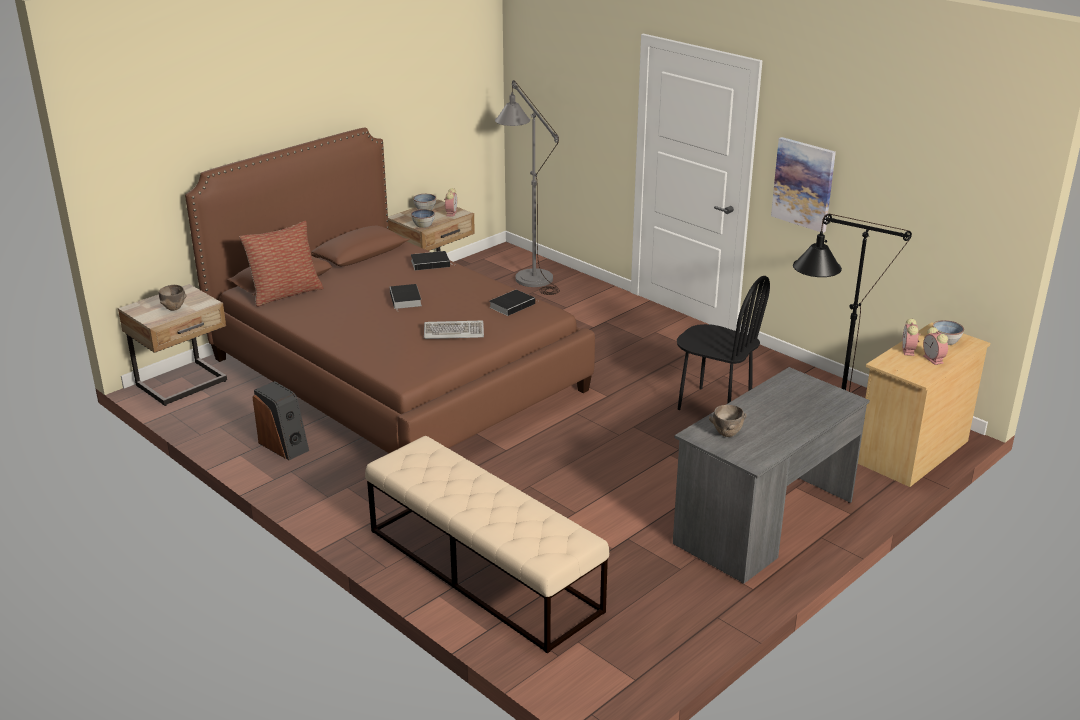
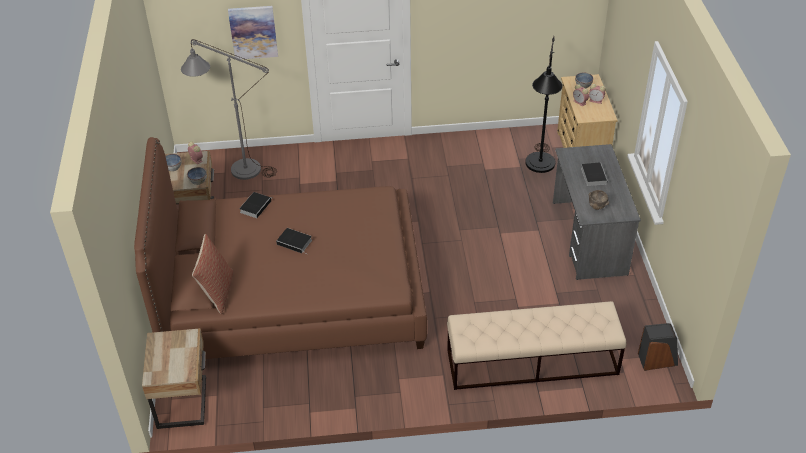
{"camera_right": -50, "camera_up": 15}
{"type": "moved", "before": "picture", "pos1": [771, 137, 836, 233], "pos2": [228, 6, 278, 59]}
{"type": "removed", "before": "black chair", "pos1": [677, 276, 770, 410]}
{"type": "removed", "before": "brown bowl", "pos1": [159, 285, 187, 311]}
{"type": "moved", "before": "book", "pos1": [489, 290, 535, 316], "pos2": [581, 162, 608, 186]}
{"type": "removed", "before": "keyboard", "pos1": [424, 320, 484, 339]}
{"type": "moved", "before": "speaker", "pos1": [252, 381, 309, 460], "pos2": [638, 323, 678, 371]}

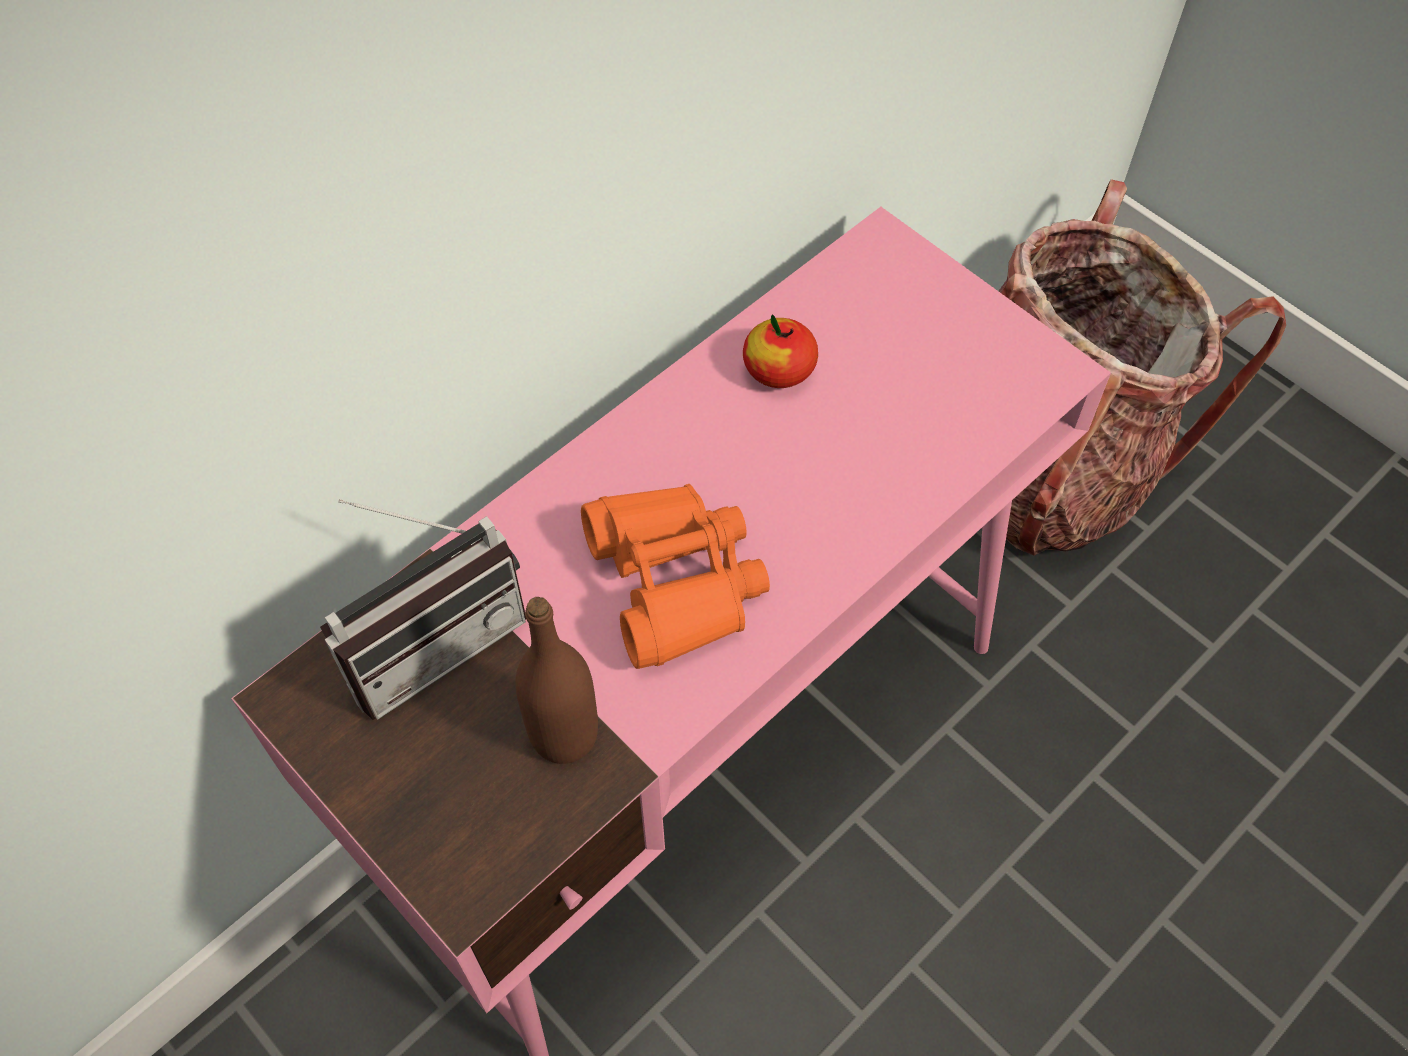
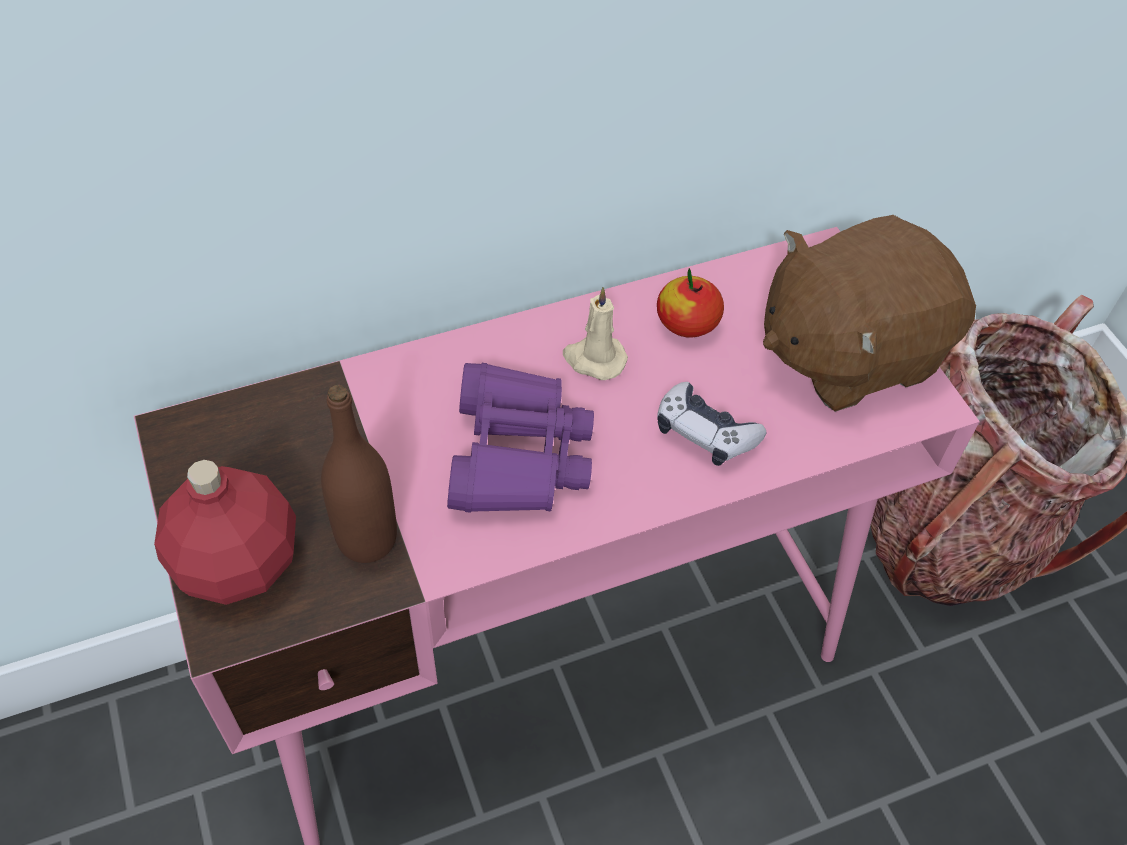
{"camera_right": 20, "camera_up": -5}
{"type": "recoloured", "before": "orange binoculars", "after": "purple binoculars", "pos1": [581, 484, 770, 669], "pos2": [447, 363, 594, 513]}
{"type": "removed", "before": "radio", "pos1": [320, 499, 526, 720]}
{"type": "added", "after": "brown plush toy", "pos2": [763, 215, 976, 412]}
{"type": "added", "after": "beige candle", "pos2": [563, 287, 628, 380]}
{"type": "added", "after": "game controller", "pos2": [657, 382, 766, 466]}
{"type": "added", "after": "red bottle", "pos2": [154, 460, 296, 605]}

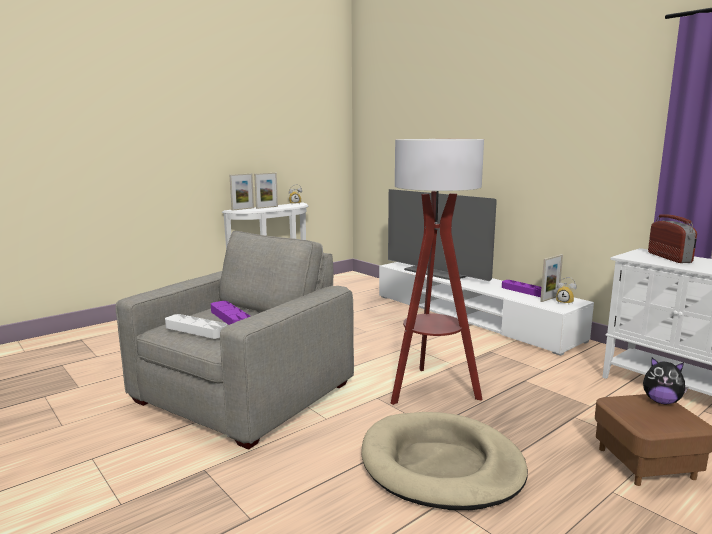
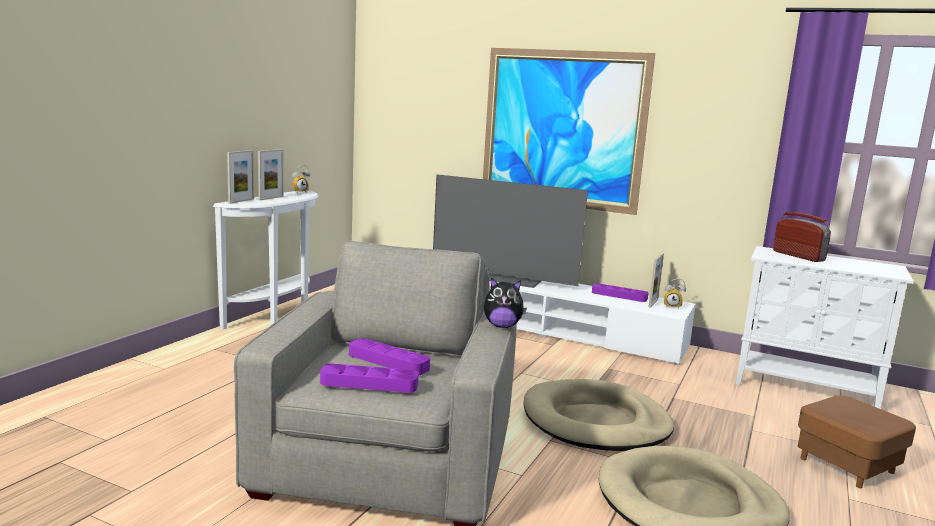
{"camera_right": -25, "camera_up": 0}
{"type": "replaced", "before": "floor lamp", "after": "beige dog bed", "pos1": [391, 139, 484, 405], "pos2": [523, 379, 674, 451]}
{"type": "recoloured", "before": "white tray", "after": "purple tray", "pos1": [165, 314, 227, 339], "pos2": [320, 363, 419, 393]}
{"type": "moved", "before": "plush toy", "pos1": [643, 357, 688, 404], "pos2": [484, 278, 527, 328]}
{"type": "added", "after": "picture", "pos2": [483, 48, 655, 215]}

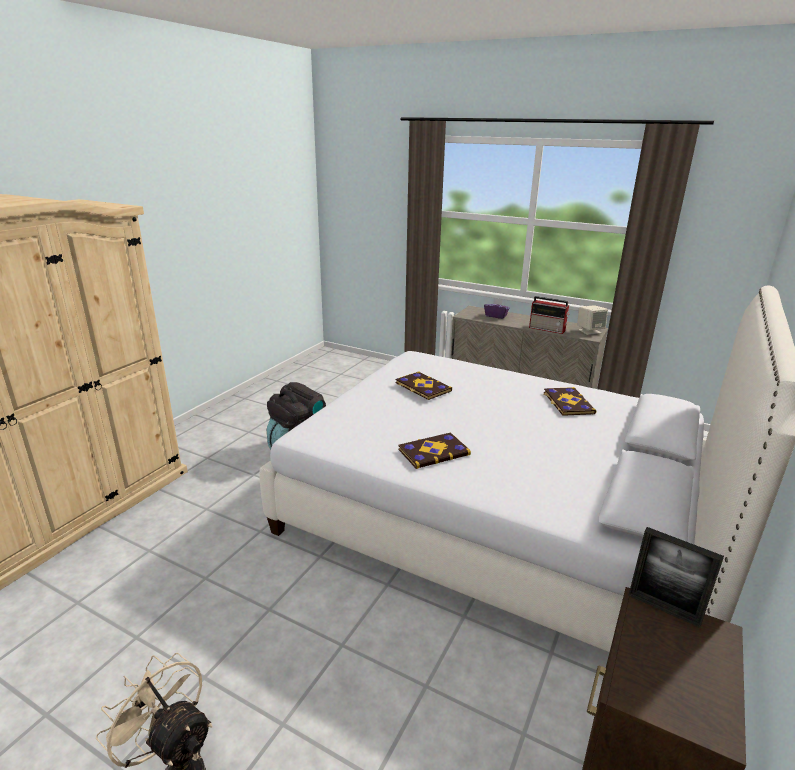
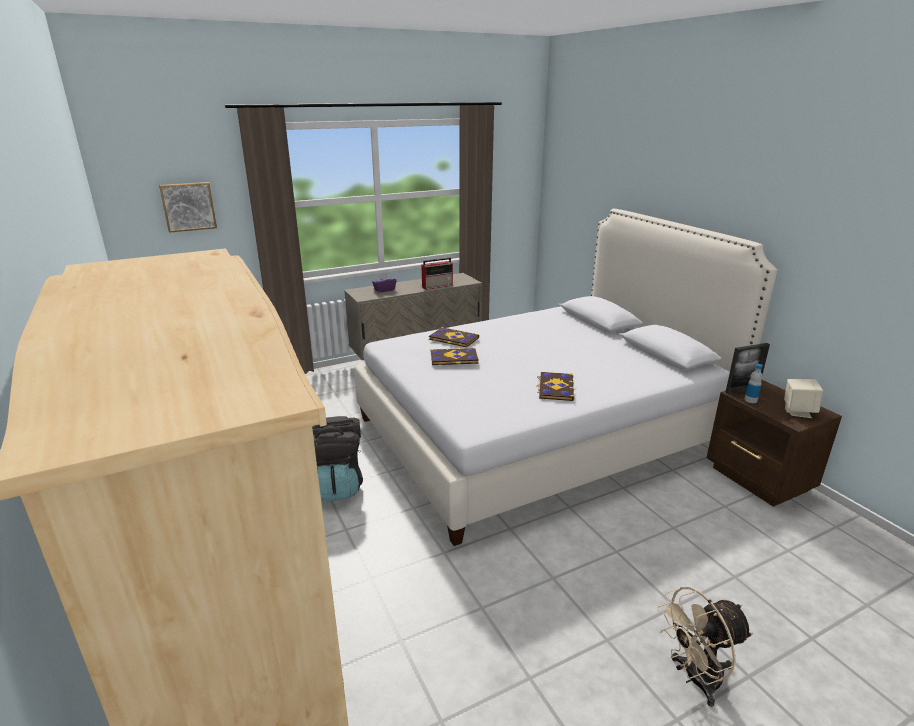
{"camera_right": -55, "camera_up": 0}
{"type": "moved", "before": "beige speaker", "pos1": [577, 305, 608, 335], "pos2": [784, 379, 823, 418]}
{"type": "moved", "before": "book", "pos1": [543, 387, 596, 416], "pos2": [429, 327, 479, 347]}
{"type": "added", "after": "picture", "pos2": [159, 182, 217, 233]}
{"type": "added", "after": "bottle", "pos2": [744, 364, 763, 403]}

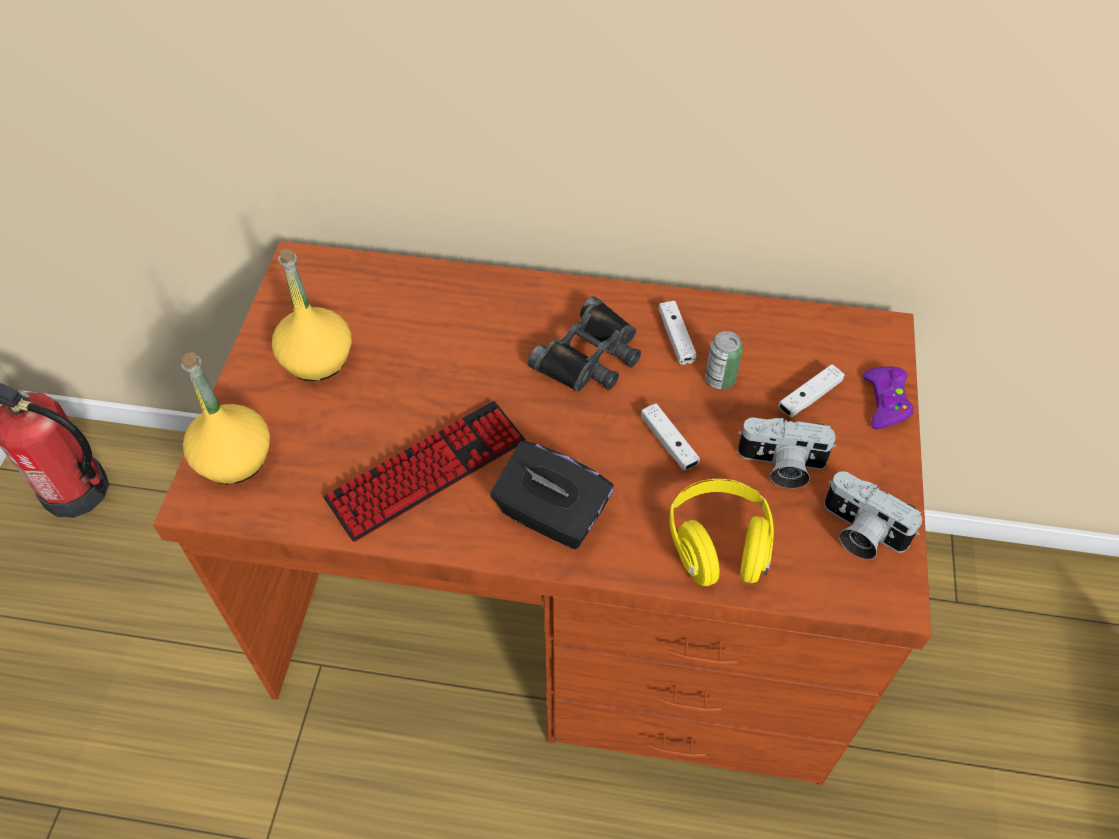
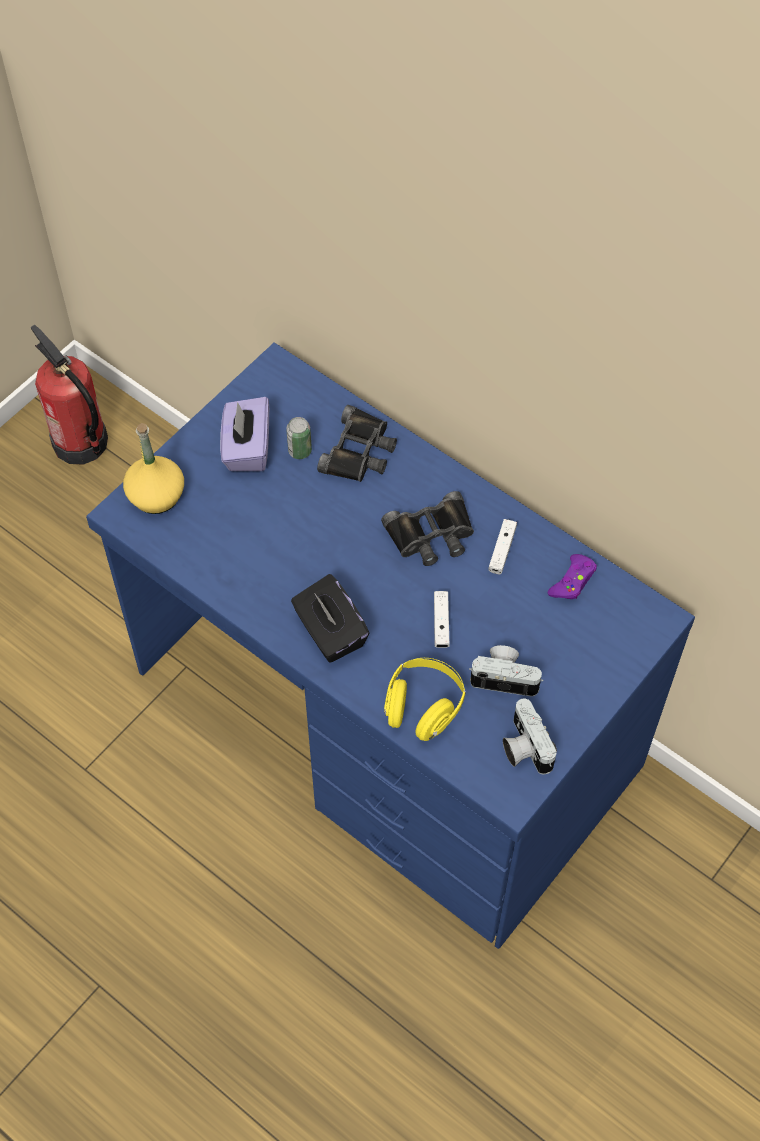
{"camera_right": 30, "camera_up": 5}
{"type": "recoloured", "before": "brown desk", "after": "blue desk", "pos1": [153, 241, 931, 785], "pos2": [86, 343, 695, 949]}
{"type": "replaced", "before": "yellow bottle", "after": "purple tissue box", "pos1": [272, 249, 351, 381], "pos2": [220, 397, 269, 471]}
{"type": "moved", "before": "can", "pos1": [705, 331, 743, 389], "pos2": [286, 417, 312, 459]}
{"type": "removed", "before": "white game controller", "pos1": [778, 364, 845, 417]}
{"type": "moved", "before": "purple game controller", "pos1": [862, 367, 913, 430], "pos2": [548, 554, 597, 599]}
{"type": "removed", "before": "keyboard", "pos1": [323, 401, 526, 542]}
{"type": "turned", "before": "photo camera", "pos1": [737, 417, 836, 489], "pos2": [469, 645, 544, 697], "turn": 150}
{"type": "added", "after": "black binoculars", "pos2": [317, 405, 397, 482]}

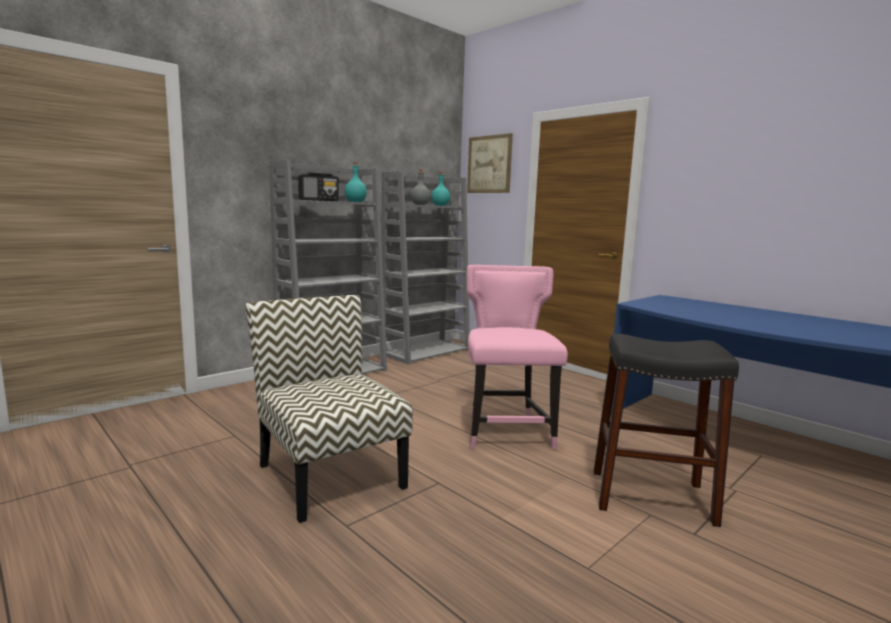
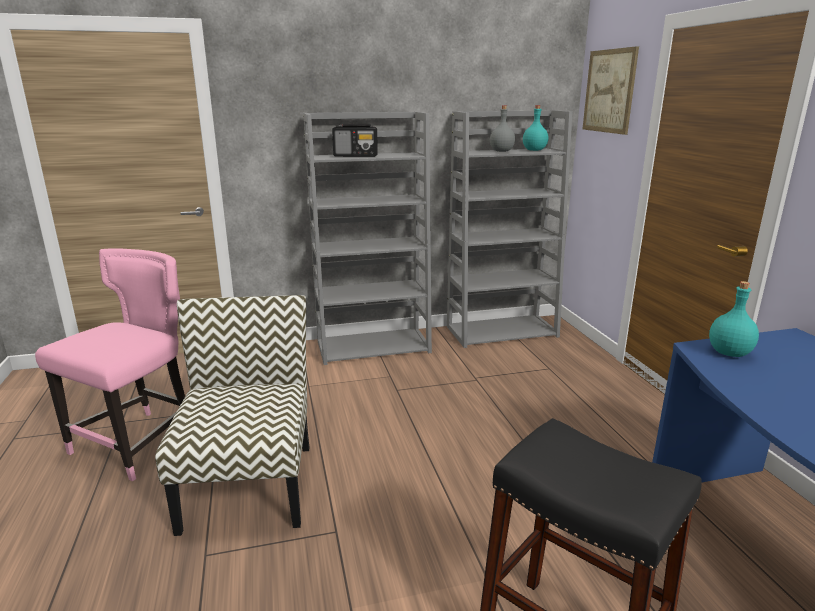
{"camera_right": 30, "camera_up": 10}
{"type": "moved", "before": "turquoise bottle", "pos1": [345, 162, 367, 202], "pos2": [709, 281, 759, 357]}
{"type": "moved", "before": "pink chair", "pos1": [467, 265, 568, 449], "pos2": [35, 248, 185, 481]}

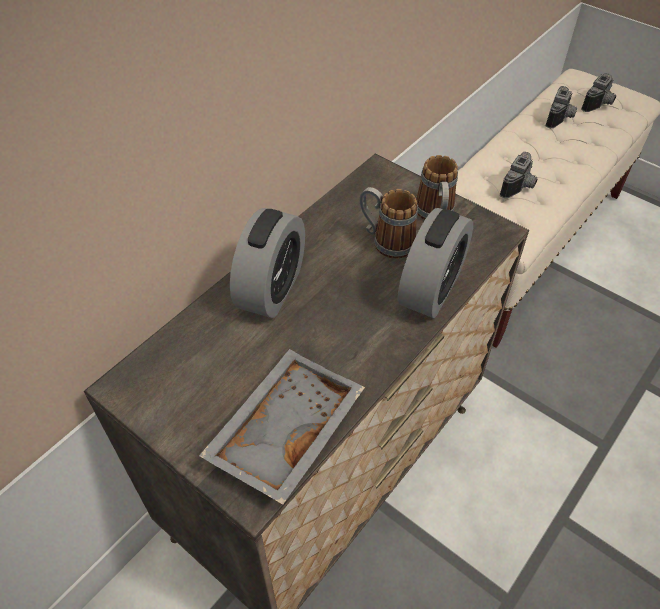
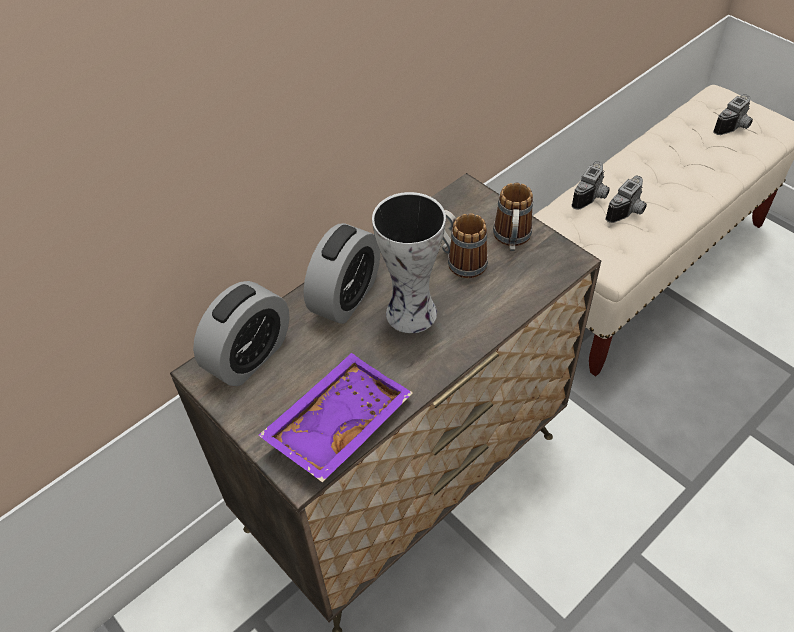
{"camera_right": 10, "camera_up": 0}
{"type": "moved", "before": "photo camera", "pos1": [545, 86, 577, 128], "pos2": [571, 161, 610, 210]}
{"type": "moved", "before": "alarm clock", "pos1": [398, 208, 473, 318], "pos2": [193, 281, 290, 386]}
{"type": "recoloured", "before": "grey tray", "after": "purple tray", "pos1": [199, 349, 365, 505], "pos2": [258, 353, 413, 482]}
{"type": "added", "after": "vase", "pos2": [372, 192, 446, 333]}

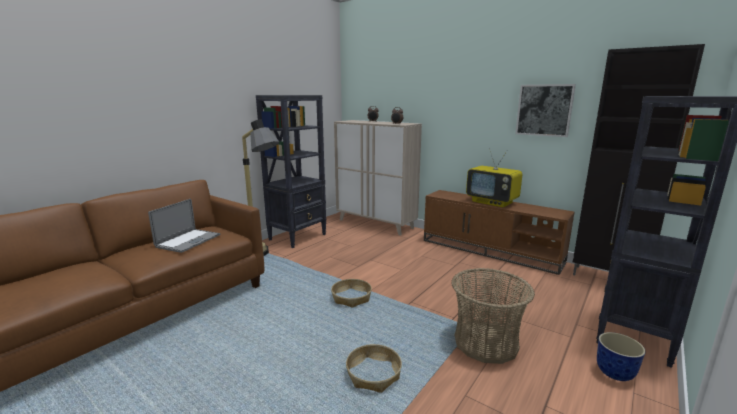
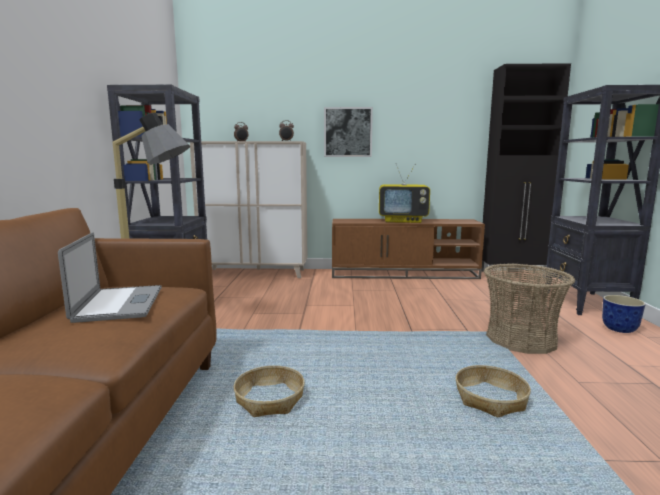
{"camera_right": -35, "camera_up": -5}
{"type": "moved", "before": "picture", "pos1": [515, 84, 576, 137], "pos2": [324, 107, 373, 157]}
{"type": "moved", "before": "basket", "pos1": [331, 279, 372, 308], "pos2": [234, 366, 305, 417]}

